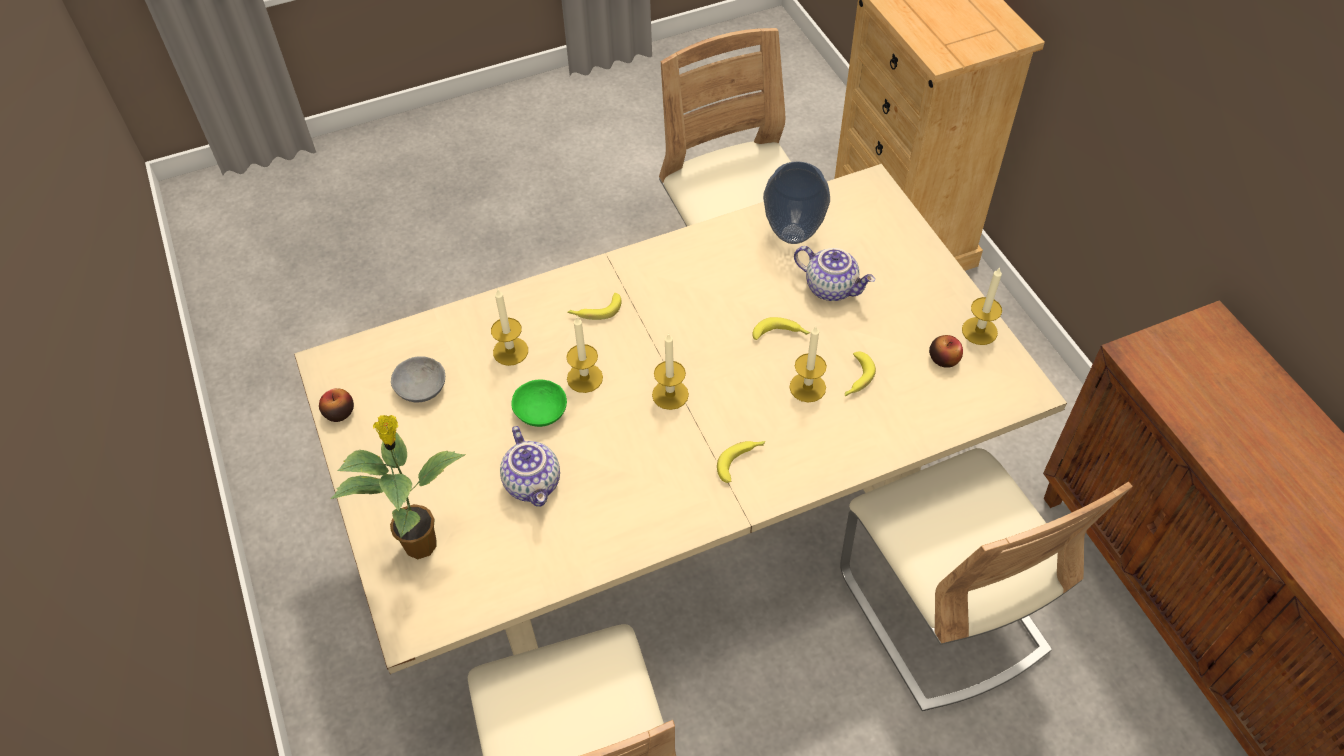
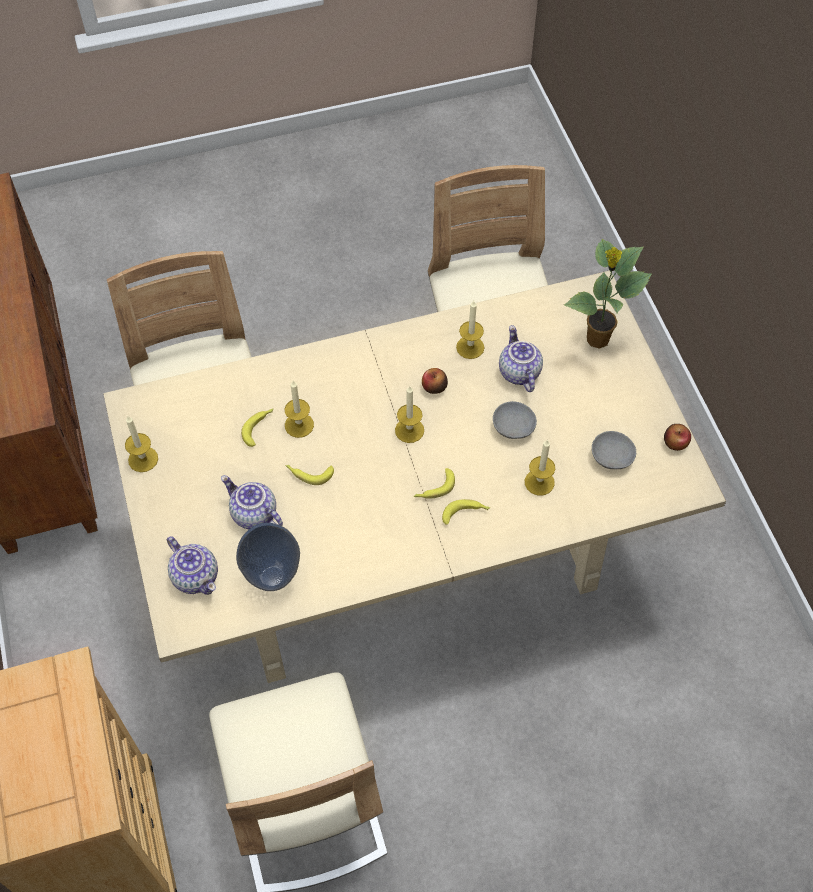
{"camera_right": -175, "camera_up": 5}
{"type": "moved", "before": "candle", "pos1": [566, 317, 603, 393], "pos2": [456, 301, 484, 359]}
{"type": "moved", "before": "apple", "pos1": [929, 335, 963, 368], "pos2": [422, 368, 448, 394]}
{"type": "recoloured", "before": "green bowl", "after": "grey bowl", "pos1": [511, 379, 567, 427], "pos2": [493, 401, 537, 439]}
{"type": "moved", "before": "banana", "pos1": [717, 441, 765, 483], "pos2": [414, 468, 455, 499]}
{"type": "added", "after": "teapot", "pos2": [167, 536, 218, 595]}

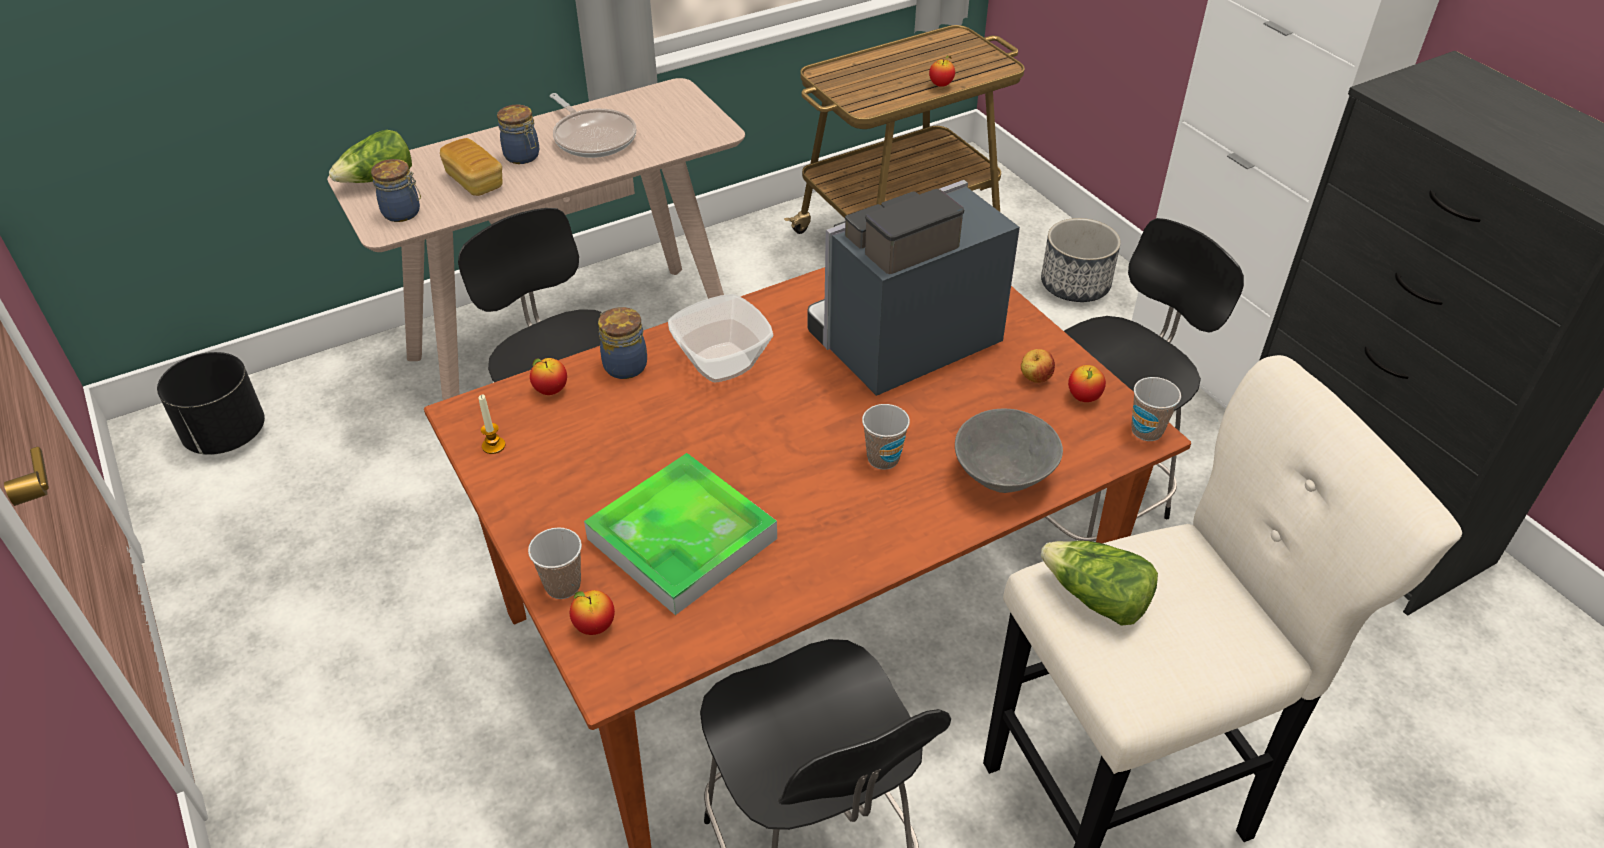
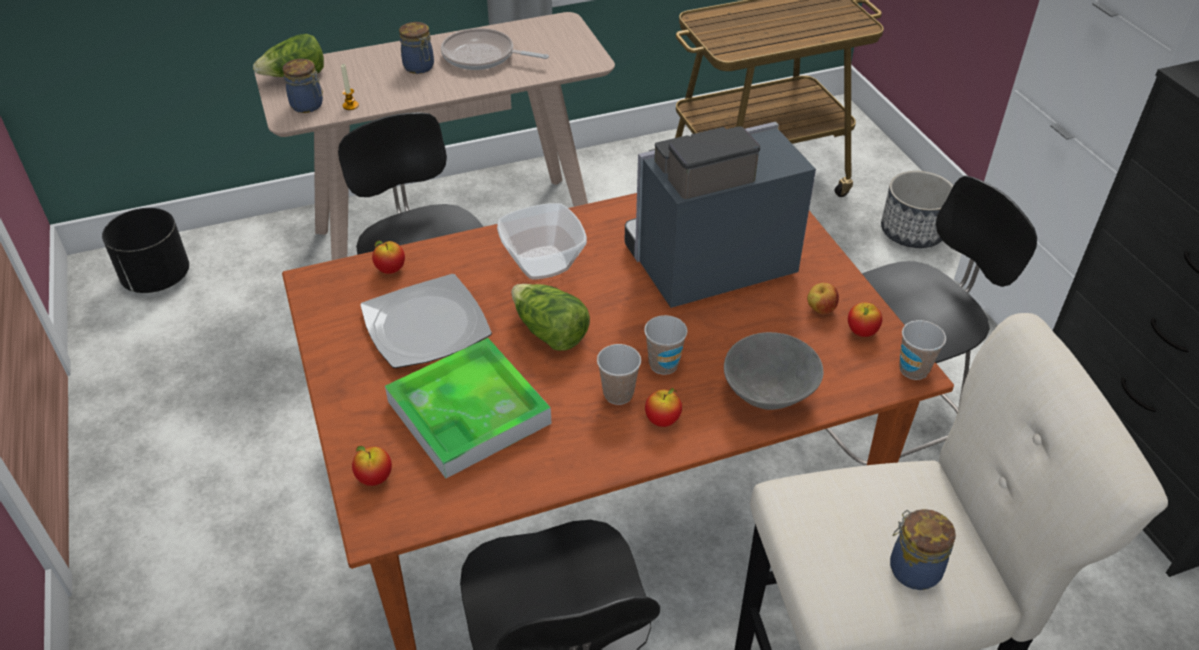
{"camera_right": 10, "camera_up": 0}
{"type": "moved", "before": "apple", "pos1": [929, 55, 955, 87], "pos2": [645, 388, 682, 427]}
{"type": "turned", "before": "frying pan", "pos1": [550, 93, 636, 158], "pos2": [441, 28, 549, 70], "turn": 135}
{"type": "removed", "before": "bread", "pos1": [440, 138, 503, 196]}
{"type": "moved", "before": "jar", "pos1": [598, 307, 647, 379], "pos2": [890, 509, 956, 590]}
{"type": "moved", "before": "candle", "pos1": [479, 395, 506, 454], "pos2": [341, 64, 359, 110]}
{"type": "moved", "before": "cup", "pos1": [528, 528, 582, 599], "pos2": [597, 344, 641, 405]}
{"type": "moved", "before": "lettuce", "pos1": [1041, 541, 1158, 626], "pos2": [511, 284, 590, 351]}
{"type": "added", "after": "plate", "pos2": [360, 274, 492, 368]}

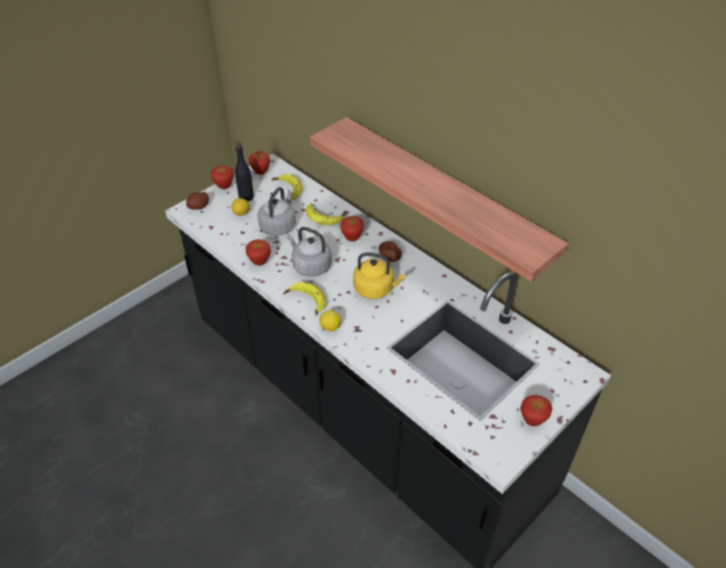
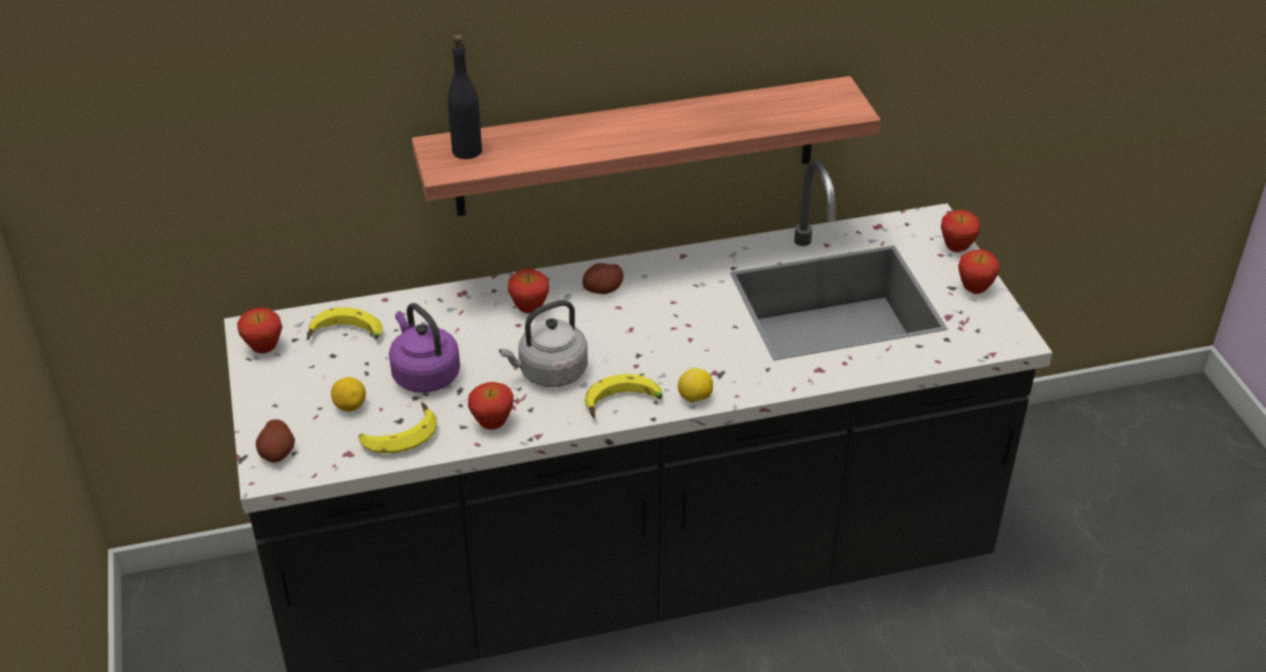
{"camera_right": -60, "camera_up": -5}
{"type": "moved", "before": "black bottle", "pos1": [235, 141, 254, 201], "pos2": [448, 35, 482, 159]}
{"type": "moved", "before": "apple", "pos1": [211, 165, 234, 189], "pos2": [941, 210, 981, 252]}
{"type": "recoloured", "before": "grey kettle", "after": "purple kettle", "pos1": [258, 187, 296, 235], "pos2": [389, 303, 460, 393]}
{"type": "moved", "before": "banana", "pos1": [306, 203, 346, 225], "pos2": [359, 402, 437, 453]}
{"type": "removed", "before": "yellow kettle", "pos1": [353, 252, 405, 299]}

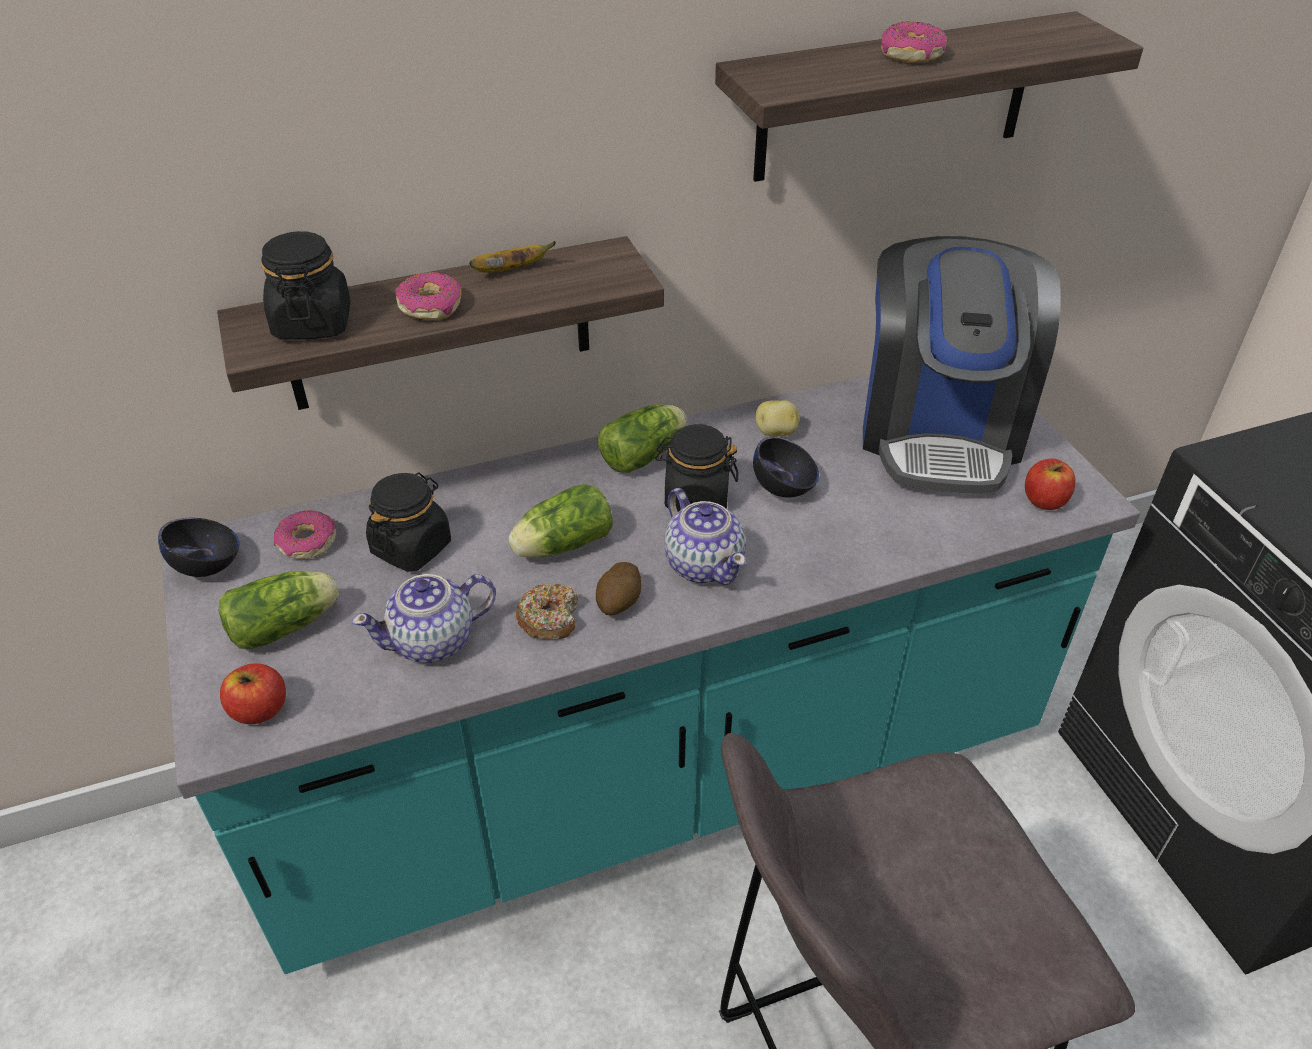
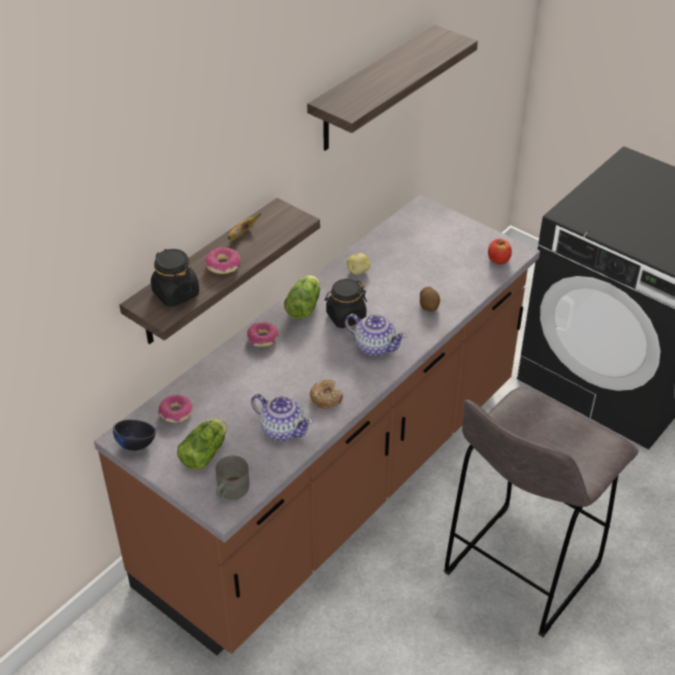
{"camera_right": -30, "camera_up": 0}
{"type": "moved", "before": "donut", "pos1": [881, 21, 948, 63], "pos2": [247, 322, 279, 347]}
{"type": "removed", "before": "coffee machine", "pos1": [863, 236, 1061, 493]}
{"type": "recoloured", "before": "turquoise counter", "after": "brown counter", "pos1": [162, 374, 1140, 974], "pos2": [94, 195, 540, 655]}
{"type": "removed", "before": "black bowl", "pos1": [753, 437, 819, 498]}
{"type": "removed", "before": "black jar", "pos1": [366, 472, 451, 572]}
{"type": "removed", "before": "lettuce", "pos1": [508, 484, 613, 558]}
{"type": "moved", "before": "potato", "pos1": [596, 562, 641, 615], "pos2": [420, 287, 440, 312]}
{"type": "turned", "before": "teapot", "pos1": [351, 574, 496, 663], "pos2": [251, 394, 313, 441], "turn": -90}
{"type": "replaced", "before": "apple", "after": "grey mug", "pos1": [220, 663, 286, 724], "pos2": [215, 456, 249, 499]}

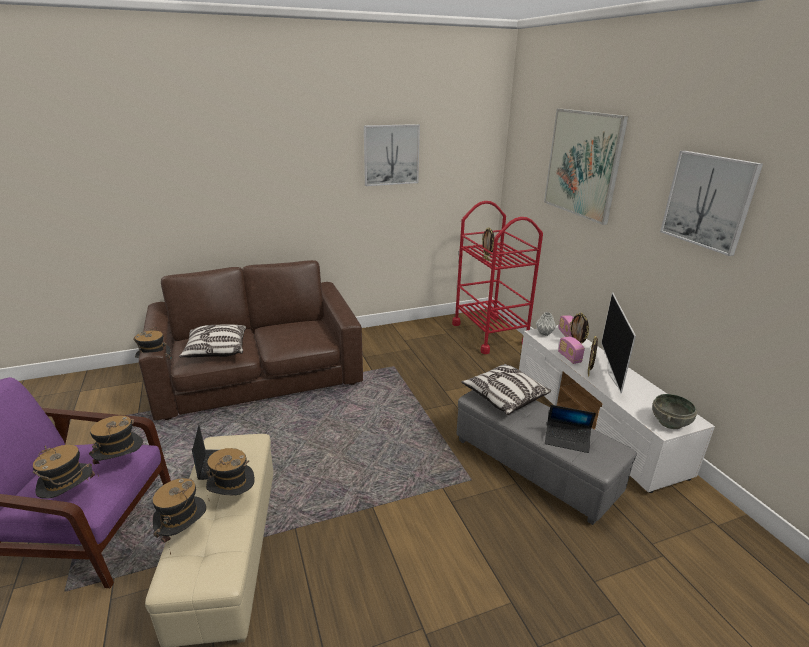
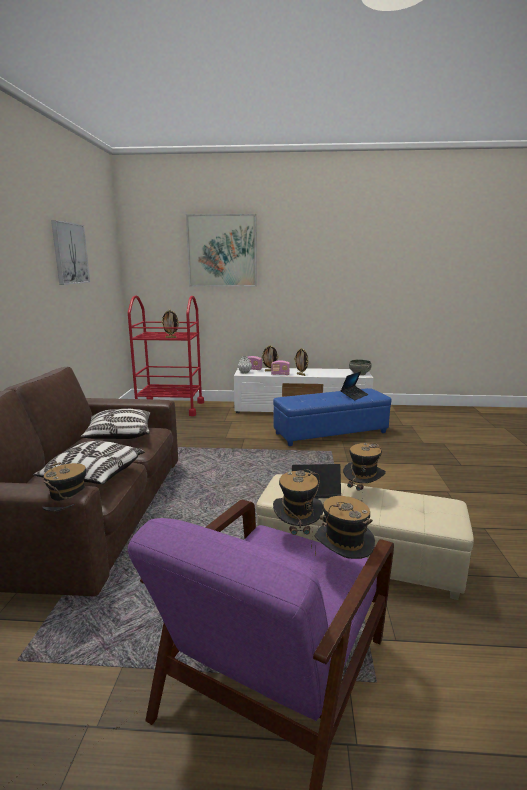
{"camera_right": -65, "camera_up": -10}
{"type": "removed", "before": "picture", "pos1": [660, 151, 763, 256]}
{"type": "removed", "before": "television", "pos1": [601, 292, 636, 394]}
{"type": "moved", "before": "pillow", "pos1": [461, 364, 551, 415], "pos2": [81, 409, 150, 439]}
{"type": "recoloured", "before": "grey ottoman", "after": "blue ottoman", "pos1": [456, 390, 637, 525], "pos2": [273, 388, 391, 446]}
{"type": "removed", "before": "hat", "pos1": [153, 478, 206, 555]}

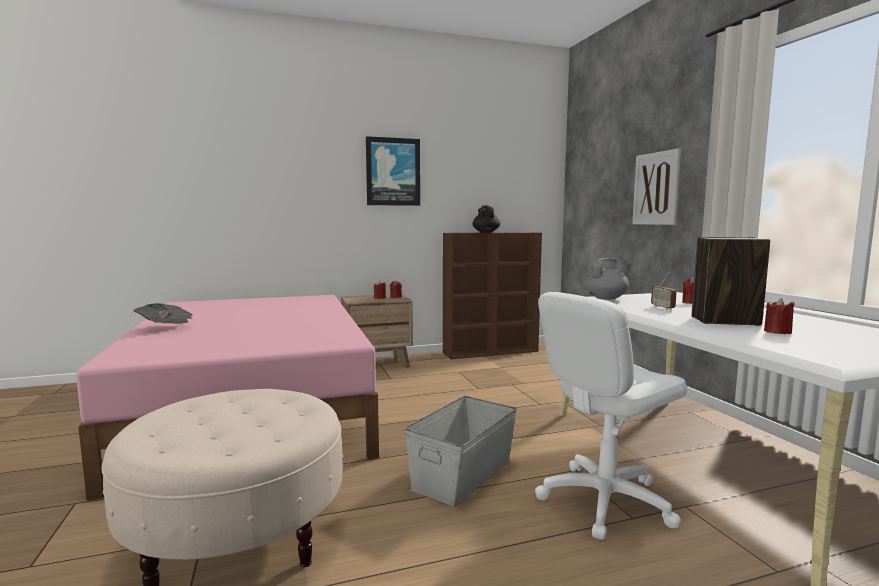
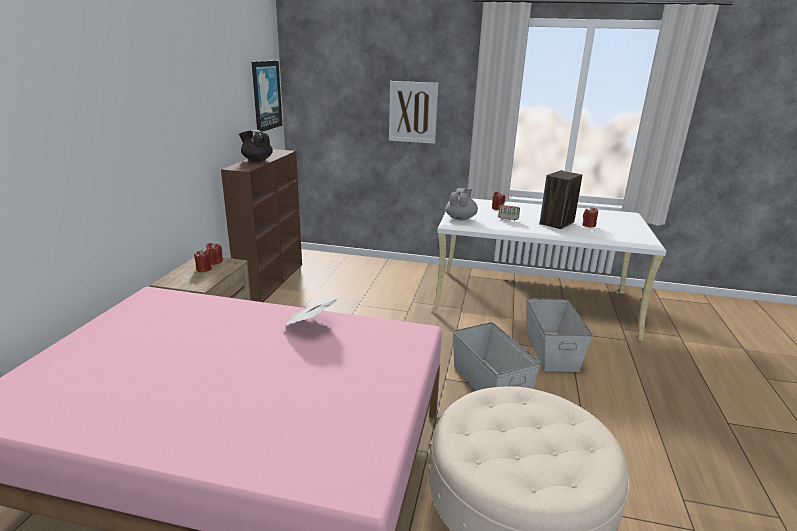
{"camera_right": -60, "camera_up": 15}
{"type": "moved", "before": "picture", "pos1": [366, 136, 420, 206], "pos2": [252, 61, 283, 132]}
{"type": "replaced", "before": "white office chair", "after": "grey storage box", "pos1": [535, 292, 687, 540], "pos2": [526, 298, 593, 372]}
{"type": "moved", "before": "newspaper", "pos1": [133, 303, 192, 324], "pos2": [284, 296, 338, 326]}

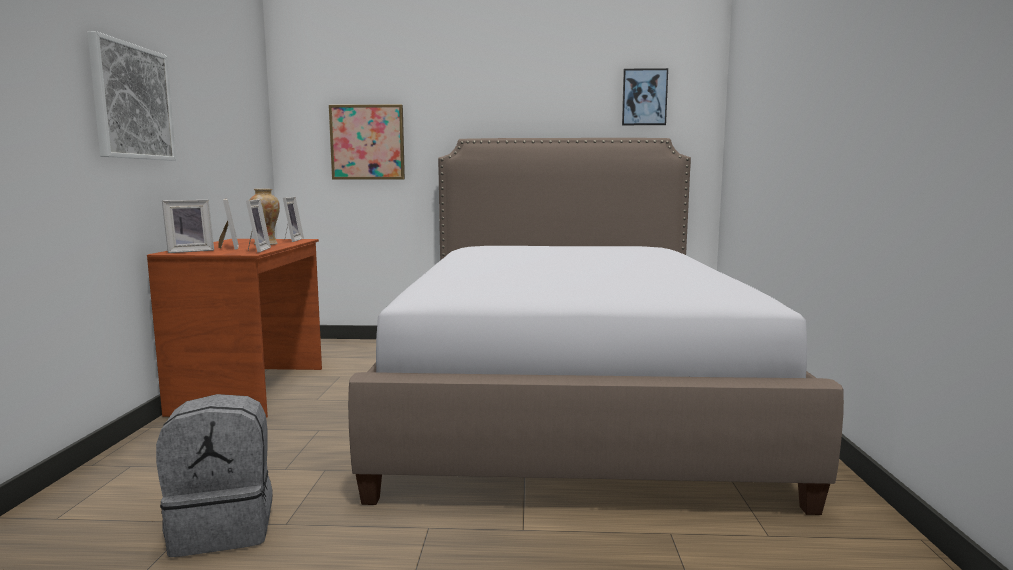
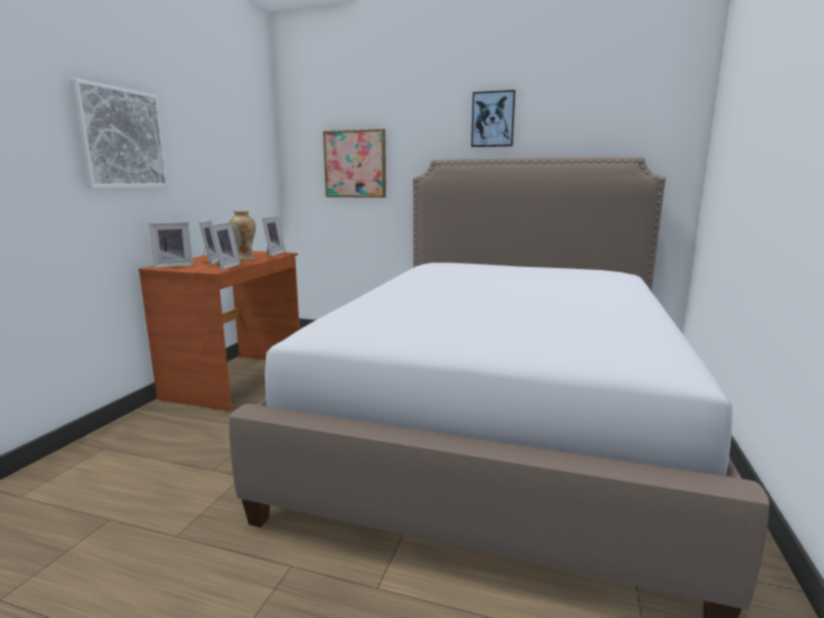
{"camera_right": 15, "camera_up": 5}
{"type": "moved", "before": "picture", "pos1": [622, 68, 668, 125], "pos2": [471, 90, 515, 147]}
{"type": "removed", "before": "grey backpack", "pos1": [156, 394, 273, 557]}

